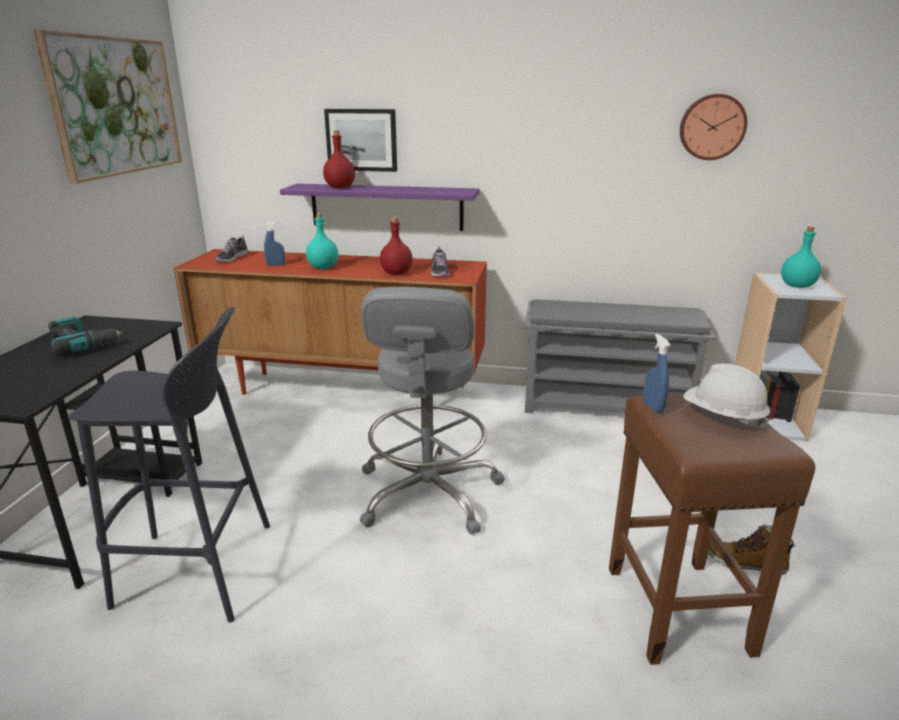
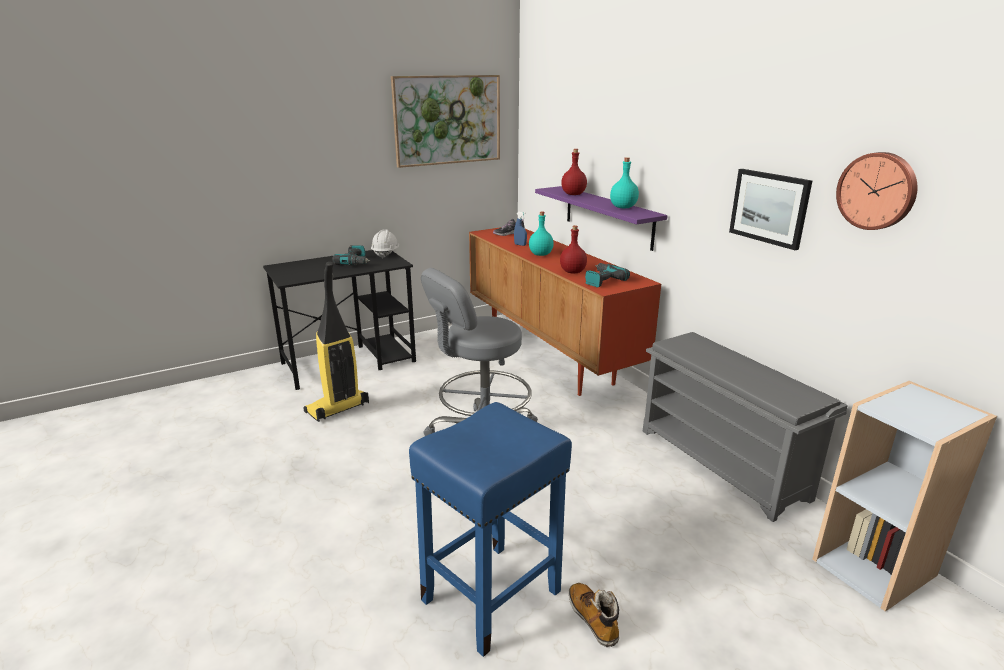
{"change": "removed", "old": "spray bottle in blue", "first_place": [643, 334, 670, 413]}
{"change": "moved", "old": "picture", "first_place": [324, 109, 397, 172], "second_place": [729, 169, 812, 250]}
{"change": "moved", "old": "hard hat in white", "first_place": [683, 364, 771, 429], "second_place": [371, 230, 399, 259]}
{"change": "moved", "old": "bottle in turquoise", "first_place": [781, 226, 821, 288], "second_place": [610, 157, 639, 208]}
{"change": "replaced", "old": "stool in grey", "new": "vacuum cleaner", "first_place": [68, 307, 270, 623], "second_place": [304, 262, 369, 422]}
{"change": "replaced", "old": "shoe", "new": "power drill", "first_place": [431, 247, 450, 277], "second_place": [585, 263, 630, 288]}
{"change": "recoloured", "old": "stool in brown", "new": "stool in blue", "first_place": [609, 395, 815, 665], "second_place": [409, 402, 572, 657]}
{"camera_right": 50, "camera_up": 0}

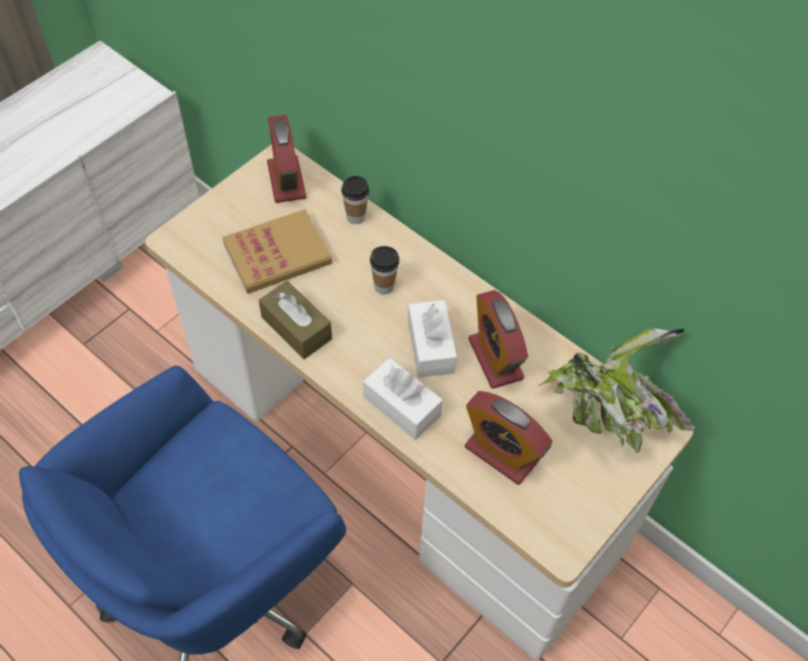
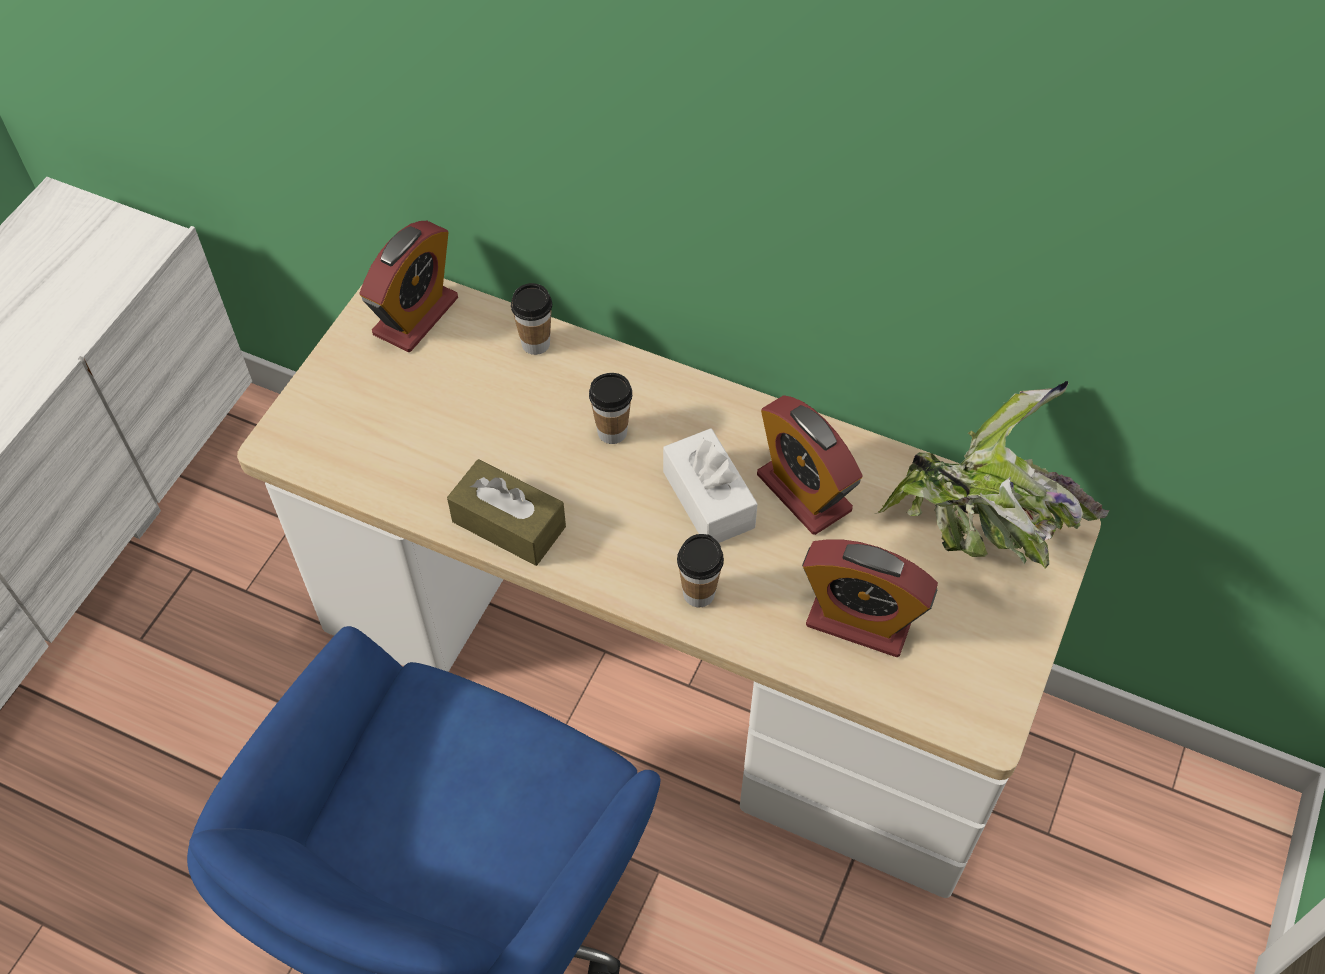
{"change": "removed", "old": "book", "first_place": [223, 209, 332, 294]}
{"change": "replaced", "old": "tissue box in white", "new": "cup", "first_place": [363, 358, 443, 440], "second_place": [677, 534, 724, 607]}
{"change": "turned", "old": "alarm clock", "first_place": [267, 115, 306, 203], "second_place": [359, 221, 458, 352], "degrees": -120}
{"camera_right": -15, "camera_up": 0}

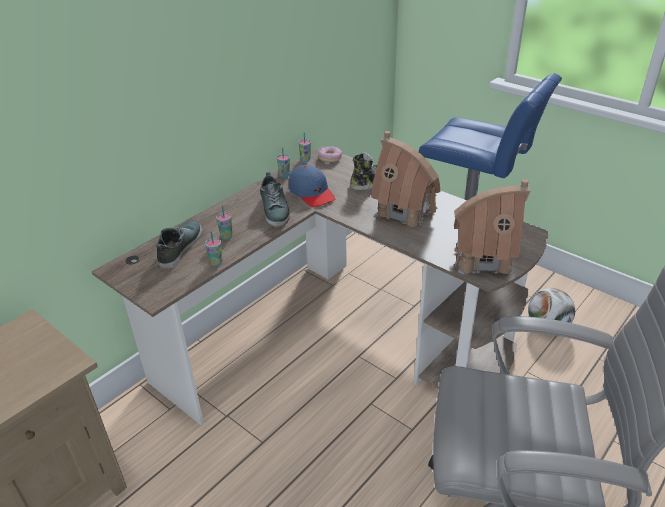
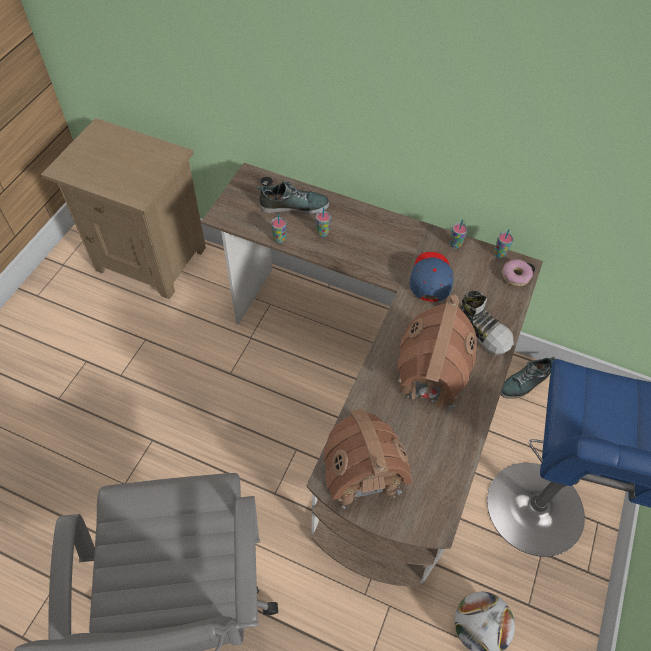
{"change": "moved", "old": "shoe", "first_place": [260, 172, 290, 227], "second_place": [500, 356, 555, 399]}
{"change": "turned", "old": "cap in blue", "first_place": [289, 165, 335, 207], "second_place": [410, 252, 453, 302], "degrees": 150}
{"camera_right": 70, "camera_up": 20}

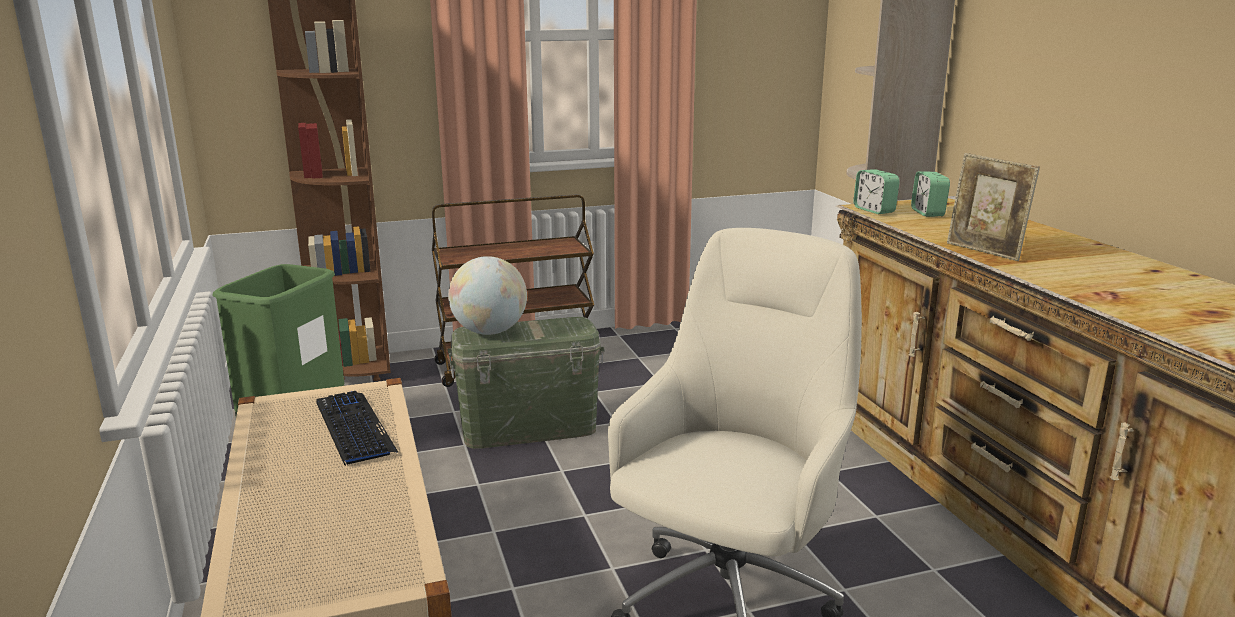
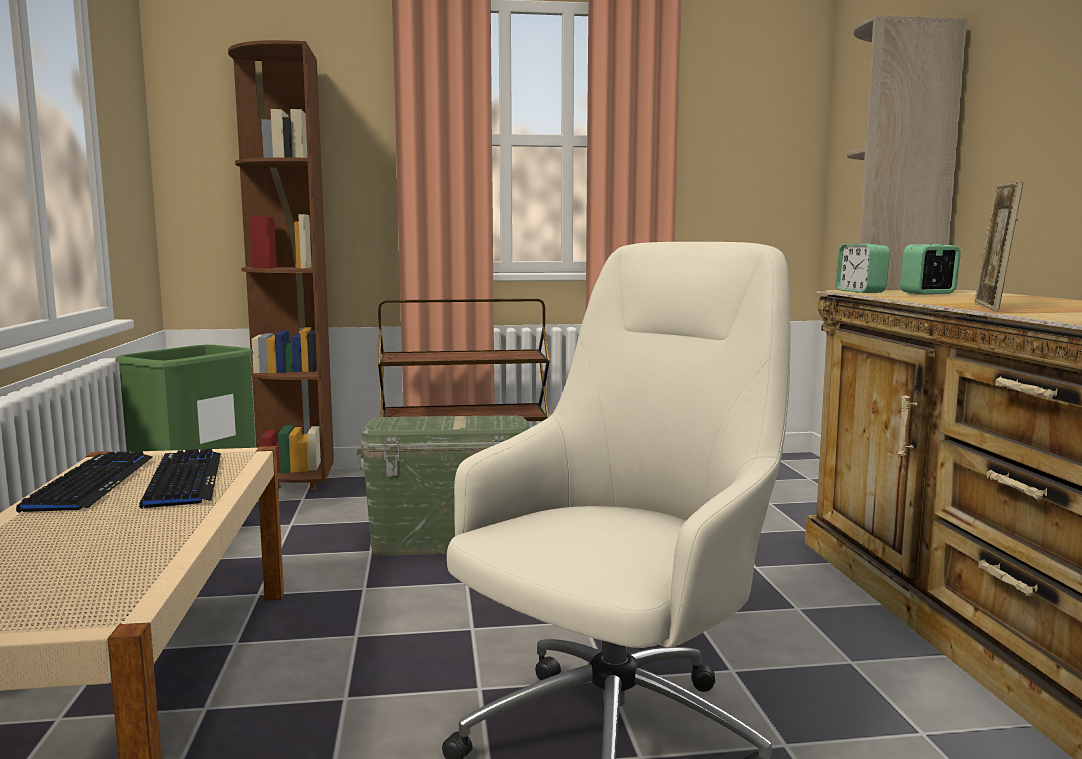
{"change": "removed", "old": "globe", "first_place": [448, 256, 527, 335]}
{"change": "added", "new": "keyboard", "second_place": [16, 451, 153, 513]}
{"change": "turned", "old": "alarm clock", "first_place": [911, 171, 950, 217], "second_place": [900, 244, 961, 294], "degrees": 60}
{"change": "turned", "old": "picture frame", "first_place": [947, 153, 1040, 261], "second_place": [974, 182, 1023, 311], "degrees": 45}
{"camera_right": 10, "camera_up": -10}

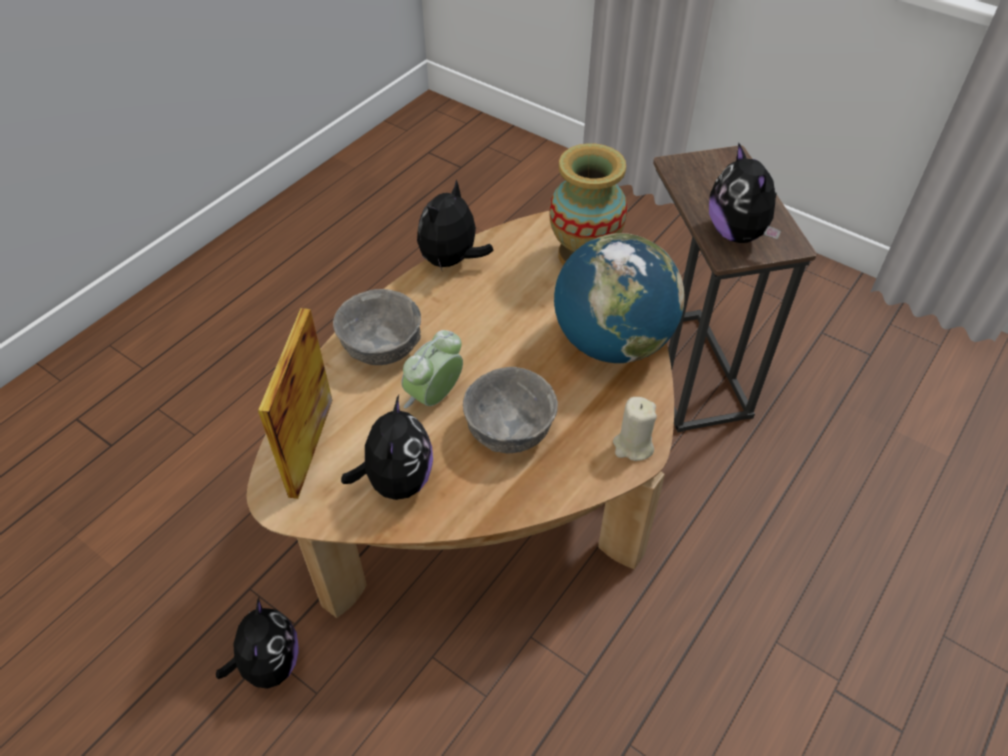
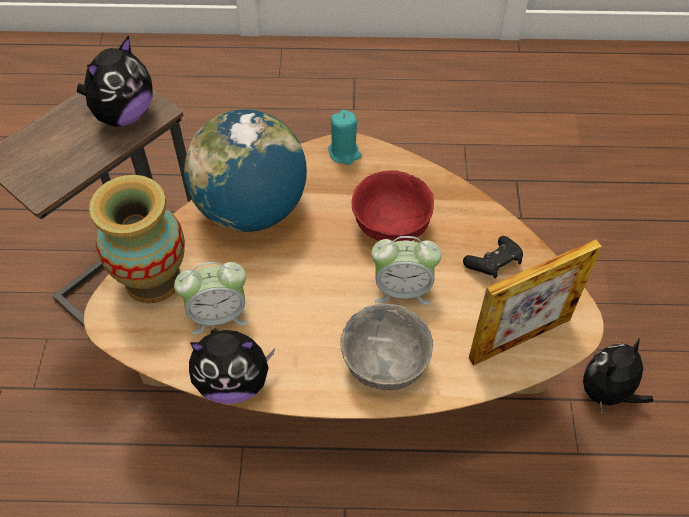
{"change": "added", "new": "alarm clock", "second_place": [174, 262, 249, 334]}
{"change": "replaced", "old": "plush toy", "new": "game controller in black", "first_place": [341, 395, 433, 500], "second_place": [463, 236, 523, 278]}
{"change": "recoloured", "old": "bowl in grey", "new": "bowl in red", "first_place": [463, 367, 558, 453], "second_place": [351, 170, 434, 242]}
{"change": "recoloured", "old": "candle in beige", "new": "candle in turquoise", "first_place": [613, 397, 657, 461], "second_place": [328, 110, 362, 165]}
{"camera_right": -125, "camera_up": 5}

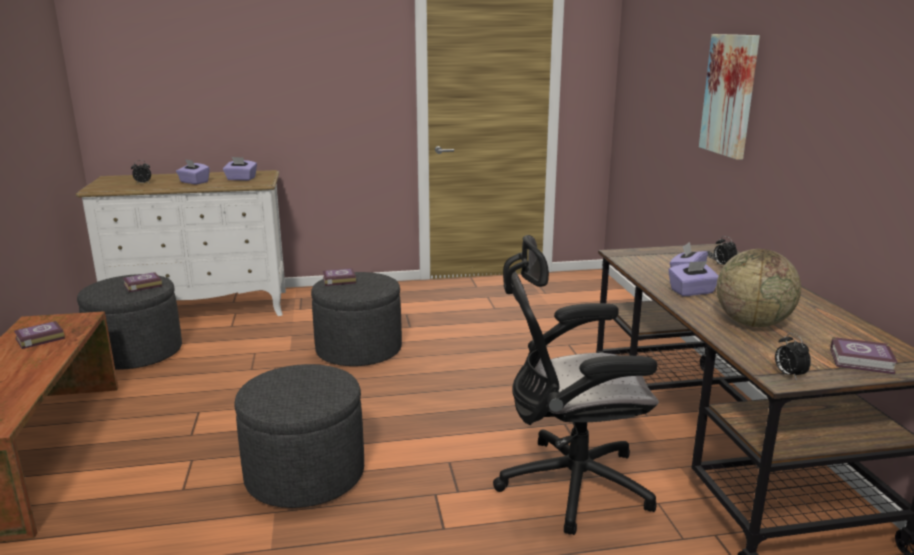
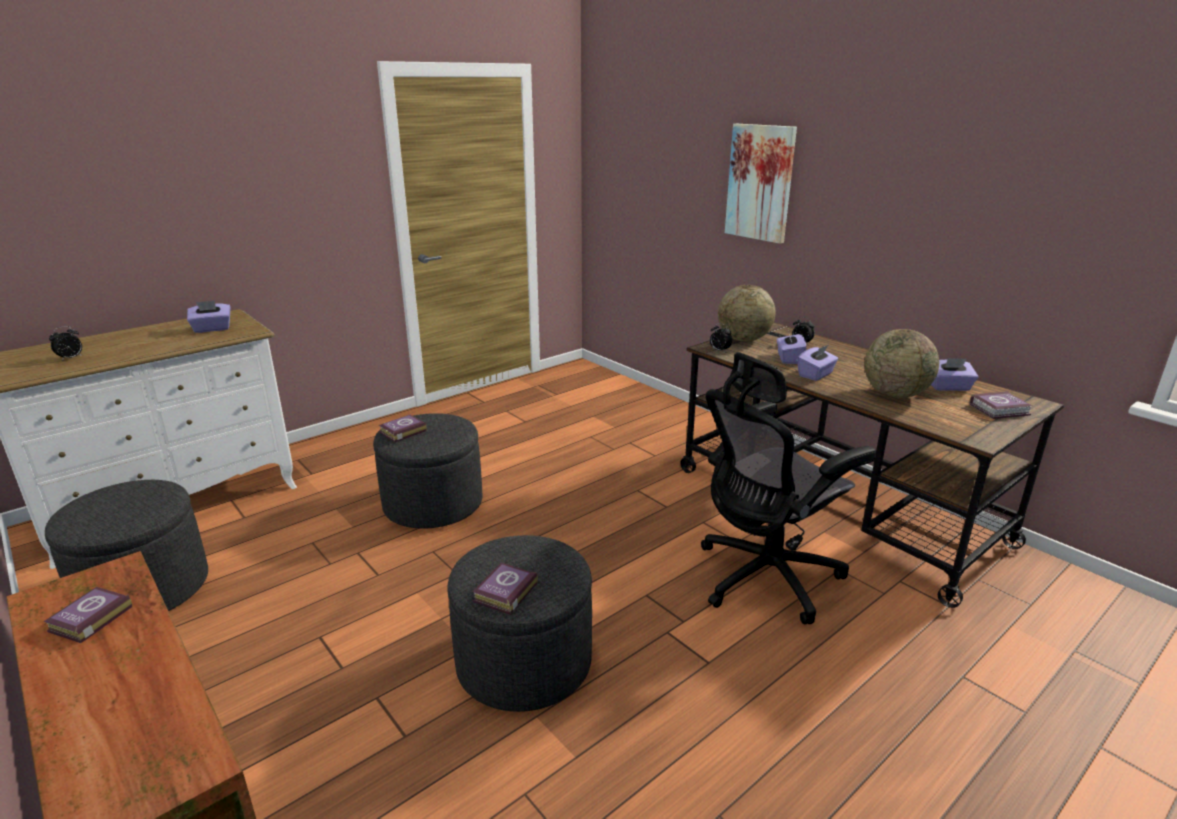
{"change": "added", "new": "globe", "second_place": [718, 285, 776, 342]}
{"change": "moved", "old": "book", "first_place": [123, 272, 162, 292], "second_place": [473, 563, 538, 615]}
{"change": "moved", "old": "tissue box in purple", "first_place": [176, 159, 210, 185], "second_place": [931, 358, 979, 391]}
{"change": "moved", "old": "alarm clock", "first_place": [775, 332, 811, 380], "second_place": [710, 323, 732, 353]}
{"camera_right": -30, "camera_up": 5}

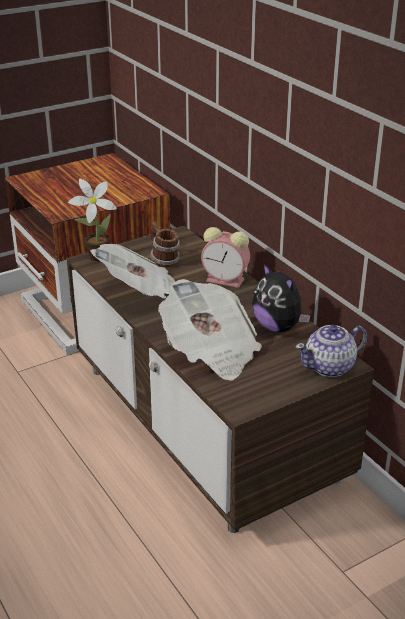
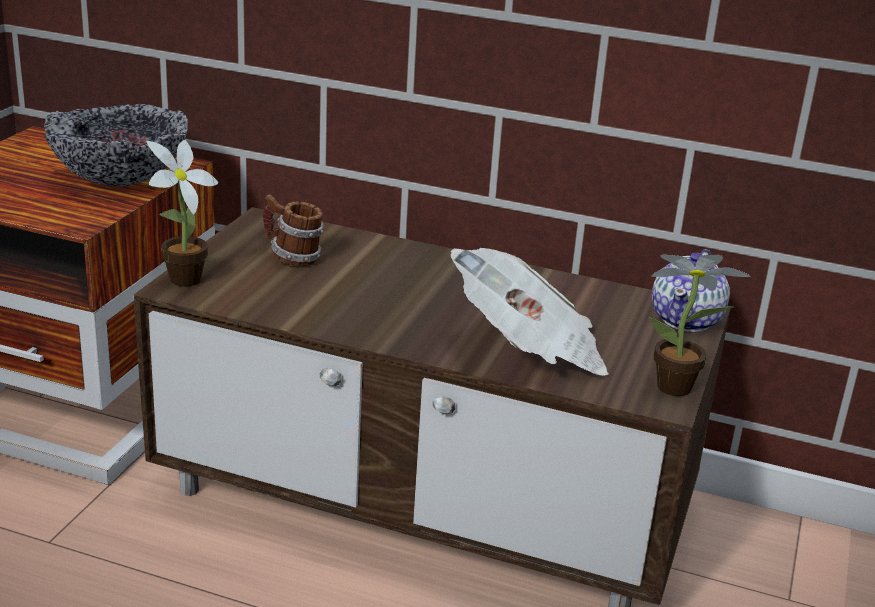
{"change": "removed", "old": "newspaper", "first_place": [90, 244, 175, 299]}
{"change": "removed", "old": "alarm clock", "first_place": [201, 227, 250, 288]}
{"change": "removed", "old": "plush toy", "first_place": [252, 263, 310, 332]}
{"change": "added", "new": "bowl", "second_place": [44, 104, 188, 187]}
{"change": "added", "new": "potted plant", "second_place": [649, 255, 751, 396]}
{"camera_right": -40, "camera_up": -5}

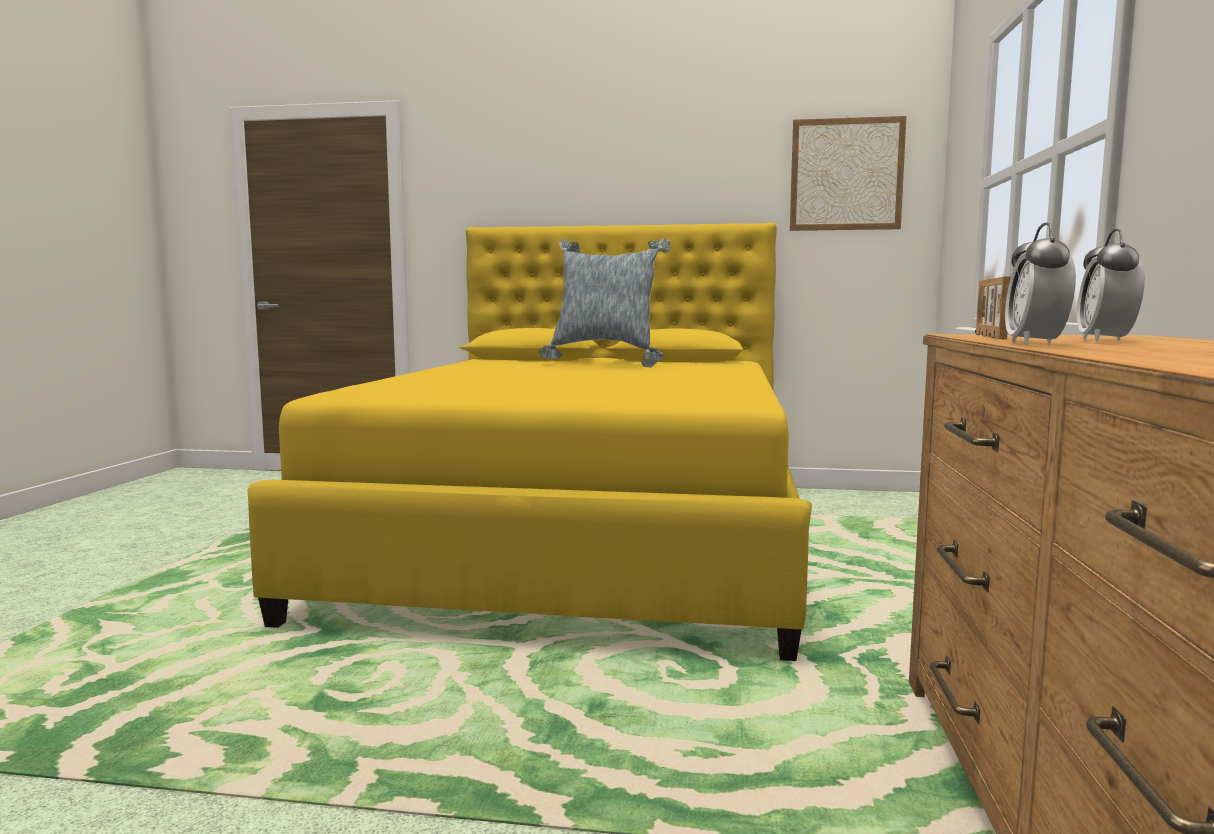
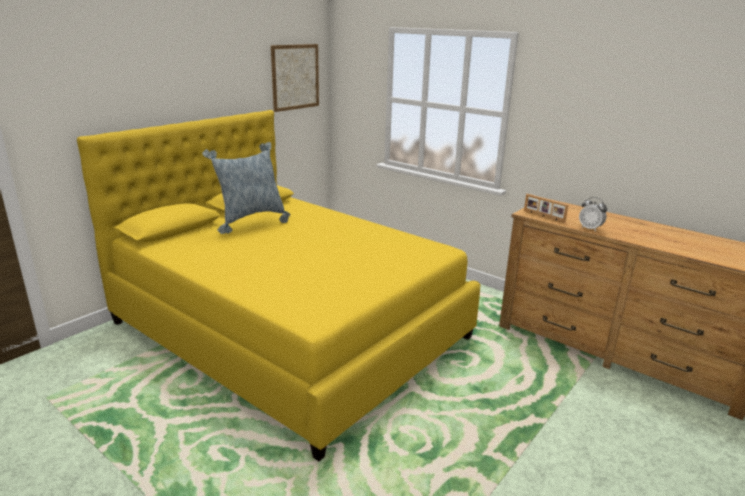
{"change": "removed", "old": "alarm clock", "first_place": [1077, 229, 1145, 341]}
{"camera_right": -60, "camera_up": 15}

